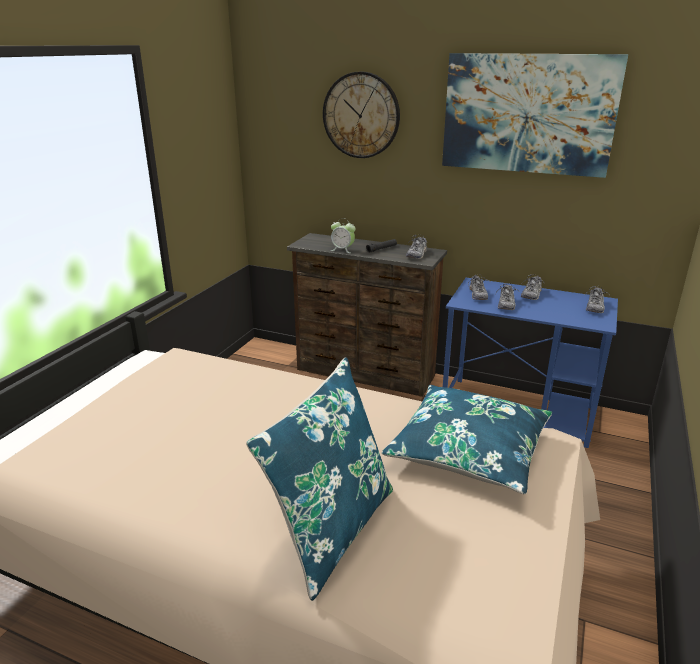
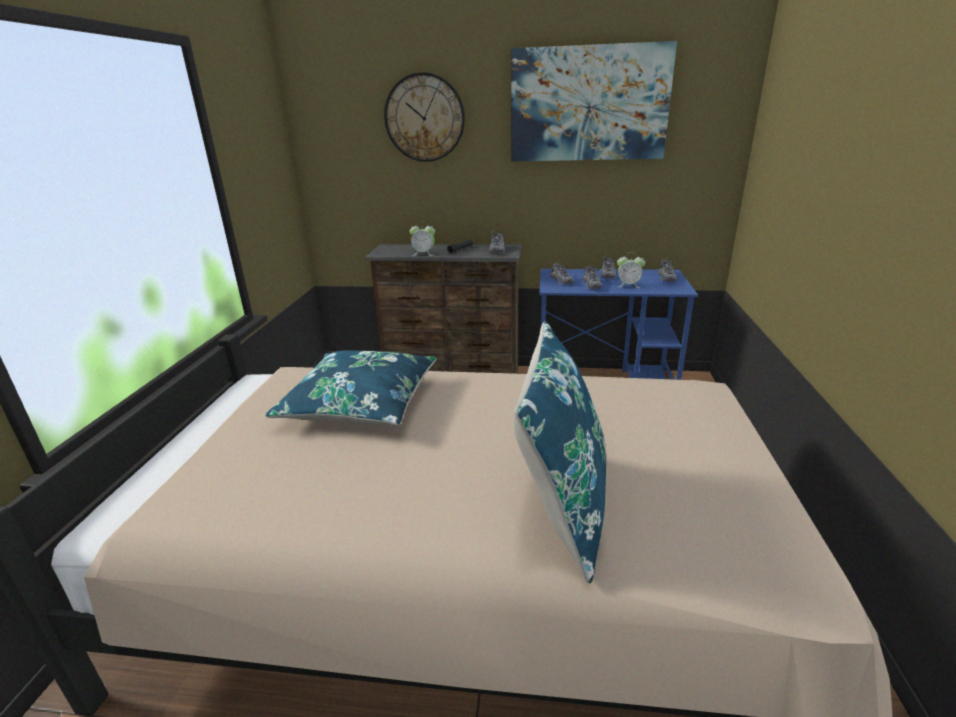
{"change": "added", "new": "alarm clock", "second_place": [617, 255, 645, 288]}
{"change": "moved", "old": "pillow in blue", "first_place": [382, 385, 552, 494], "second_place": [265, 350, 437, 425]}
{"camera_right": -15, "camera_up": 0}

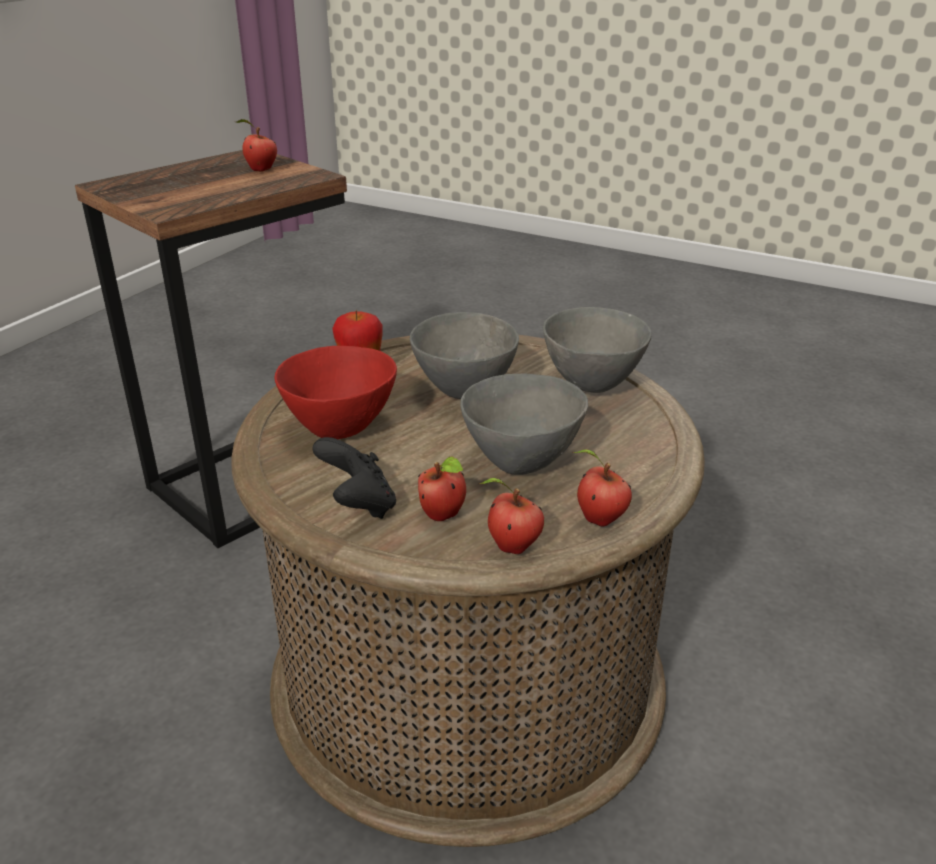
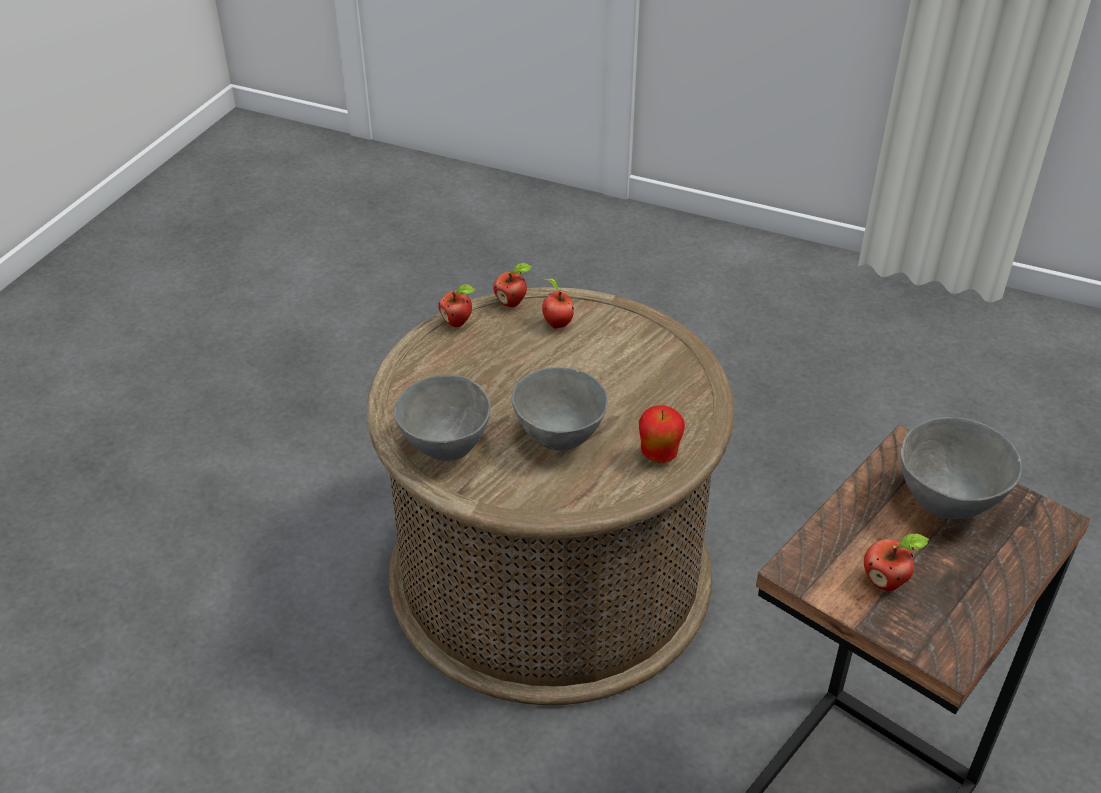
{"change": "removed", "old": "bowl in red", "first_place": [274, 346, 397, 439]}
{"change": "removed", "old": "game controller in black", "first_place": [312, 437, 396, 519]}
{"change": "moved", "old": "bowl in grey", "first_place": [460, 374, 588, 475], "second_place": [900, 417, 1022, 519]}
{"camera_right": 175, "camera_up": 10}

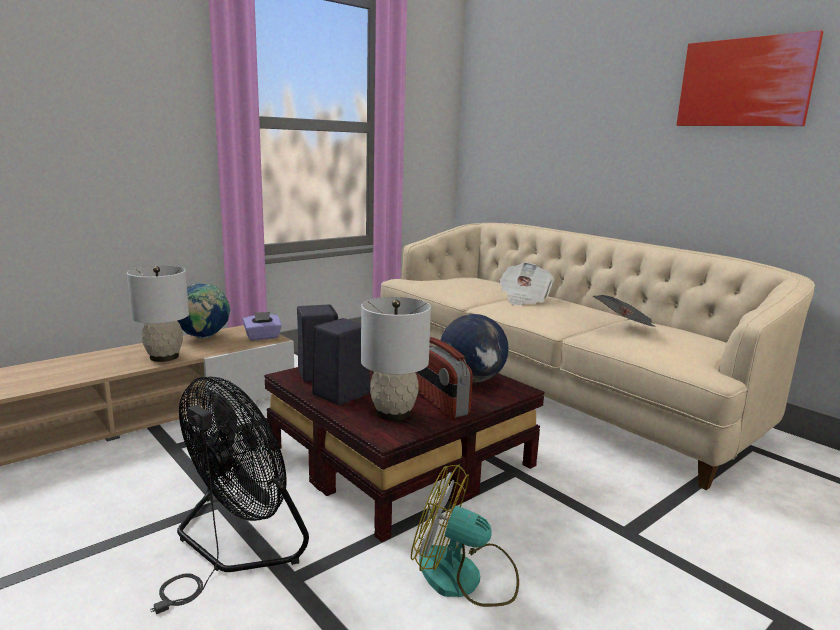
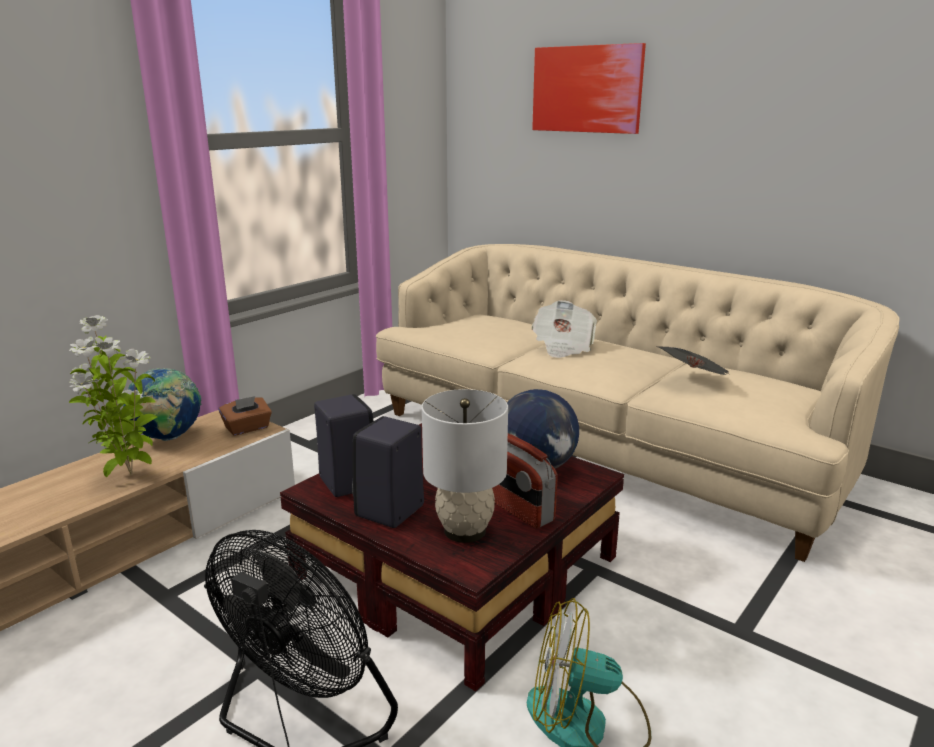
{"change": "moved", "old": "picture", "first_place": [676, 30, 824, 126], "second_place": [532, 43, 646, 134]}
{"change": "replaced", "old": "table lamp in white", "new": "potted plant", "first_place": [127, 266, 189, 362], "second_place": [69, 315, 157, 477]}
{"change": "recoloured", "old": "tissue box in purple", "new": "tissue box in brown", "first_place": [243, 312, 282, 341], "second_place": [219, 396, 272, 436]}
{"camera_right": -10, "camera_up": 5}

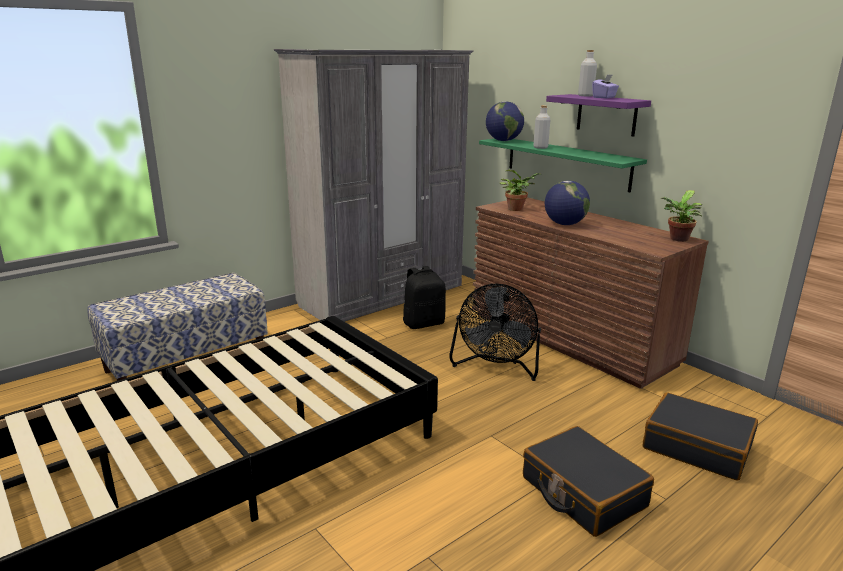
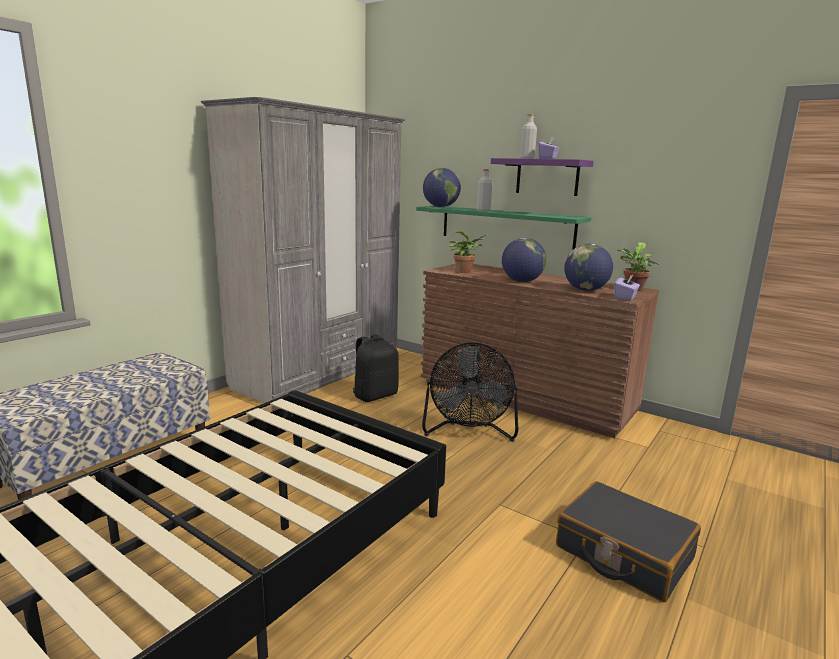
{"change": "removed", "old": "suitcase in black", "first_place": [642, 392, 758, 481]}
{"change": "added", "new": "globe", "second_place": [564, 244, 613, 291]}
{"change": "added", "new": "tissue box in purple", "second_place": [614, 274, 640, 301]}
{"camera_right": -15, "camera_up": -5}

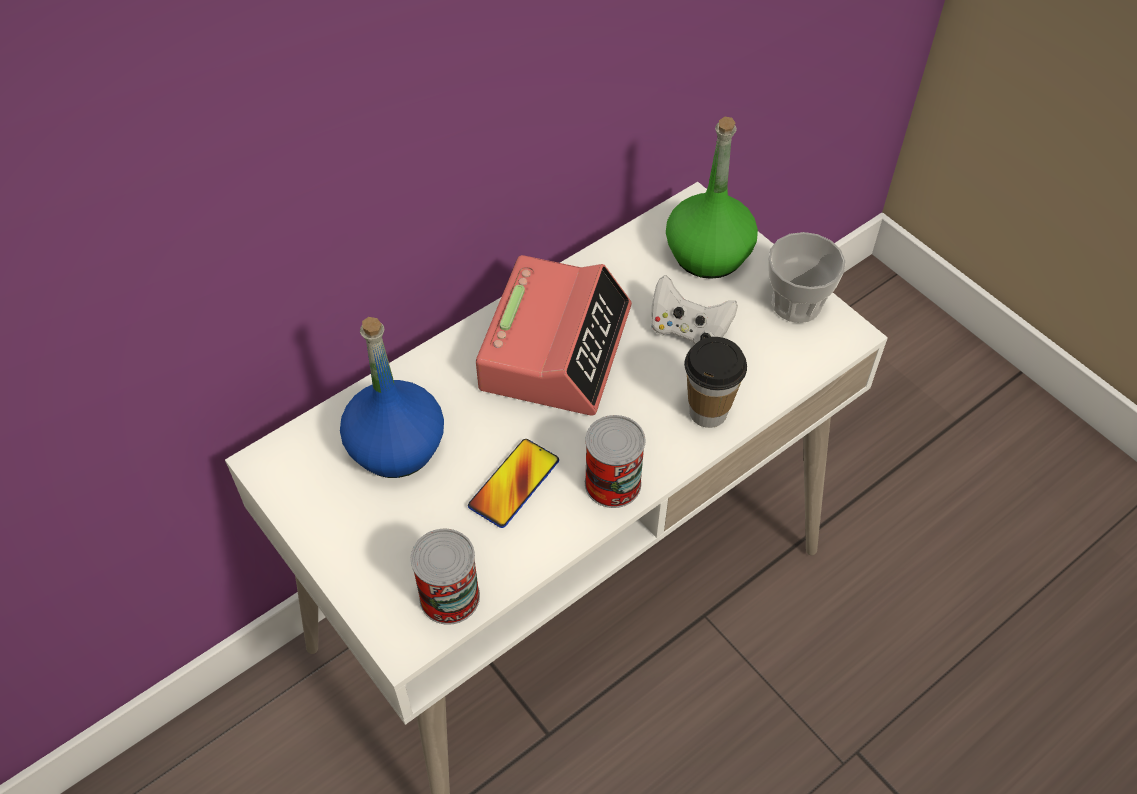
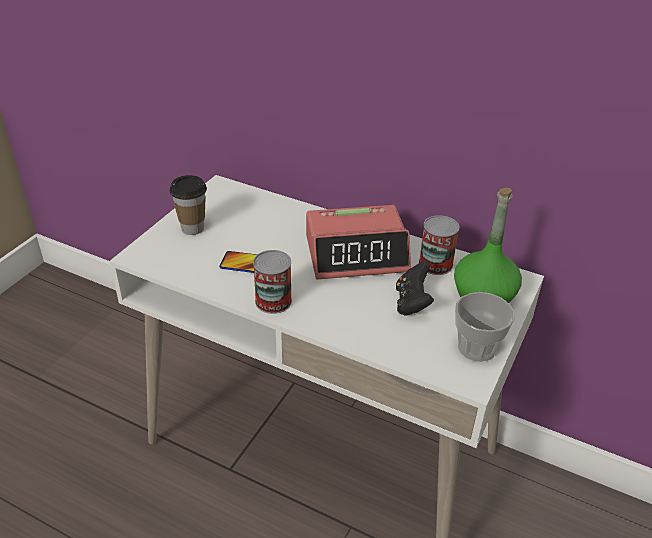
{"change": "removed", "old": "bottle in blue", "first_place": [340, 317, 444, 478]}
{"change": "moved", "old": "can", "first_place": [411, 529, 480, 625], "second_place": [419, 215, 460, 275]}
{"change": "moved", "old": "cup", "first_place": [684, 337, 747, 428], "second_place": [170, 175, 207, 235]}
{"change": "recoloured", "old": "game controller in white", "new": "game controller in black", "first_place": [651, 275, 738, 344], "second_place": [396, 262, 434, 316]}
{"camera_right": 65, "camera_up": -15}

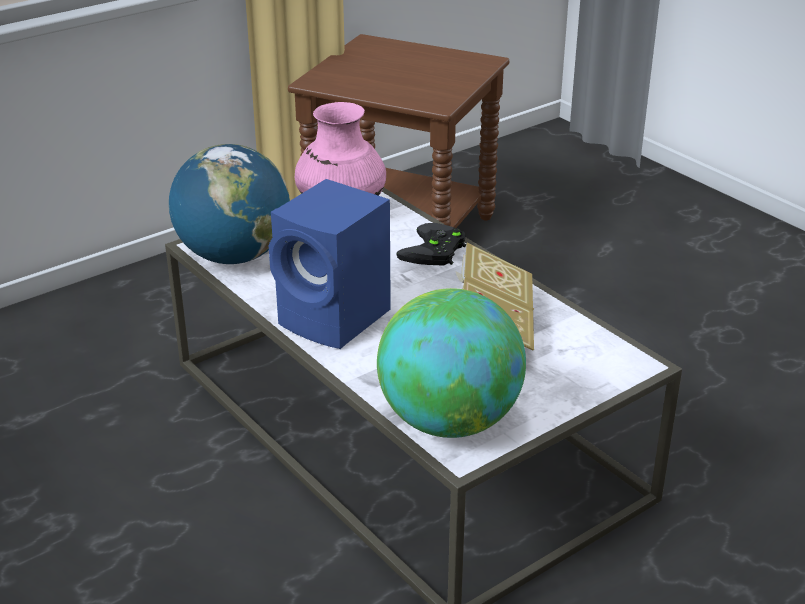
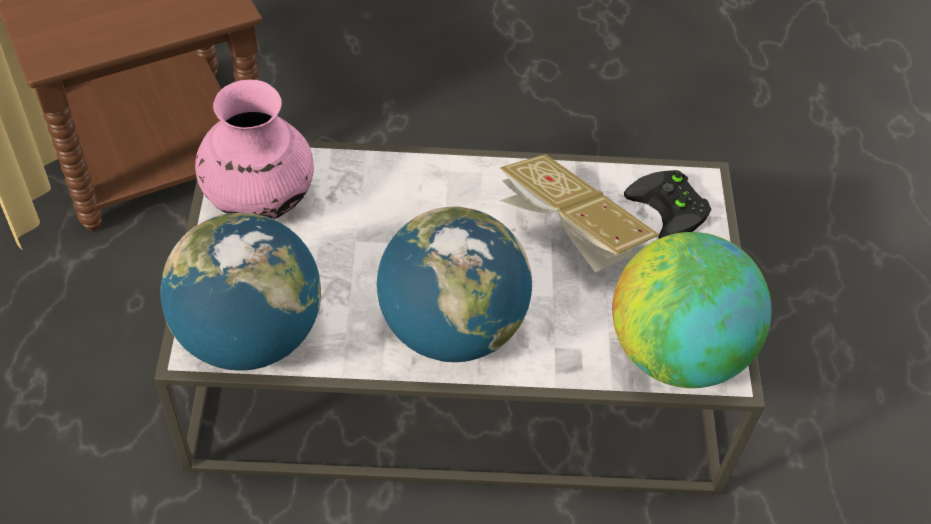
{"change": "moved", "old": "game controller in black", "first_place": [397, 223, 466, 266], "second_place": [624, 170, 712, 238]}
{"change": "replaced", "old": "speaker in blue", "new": "globe", "first_place": [269, 179, 391, 349], "second_place": [377, 207, 532, 362]}
{"camera_right": -55, "camera_up": 20}

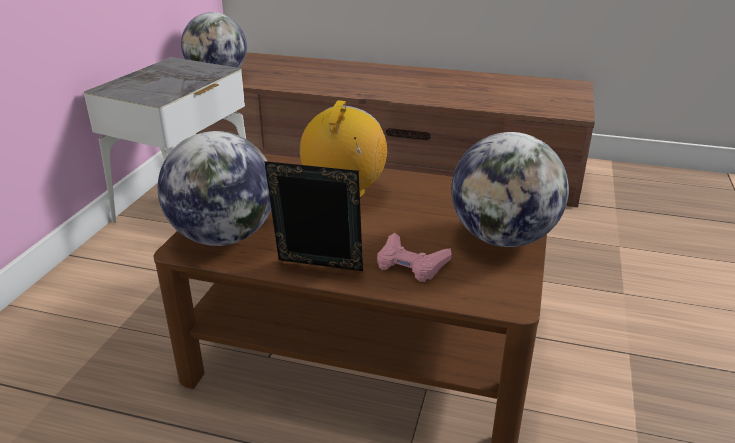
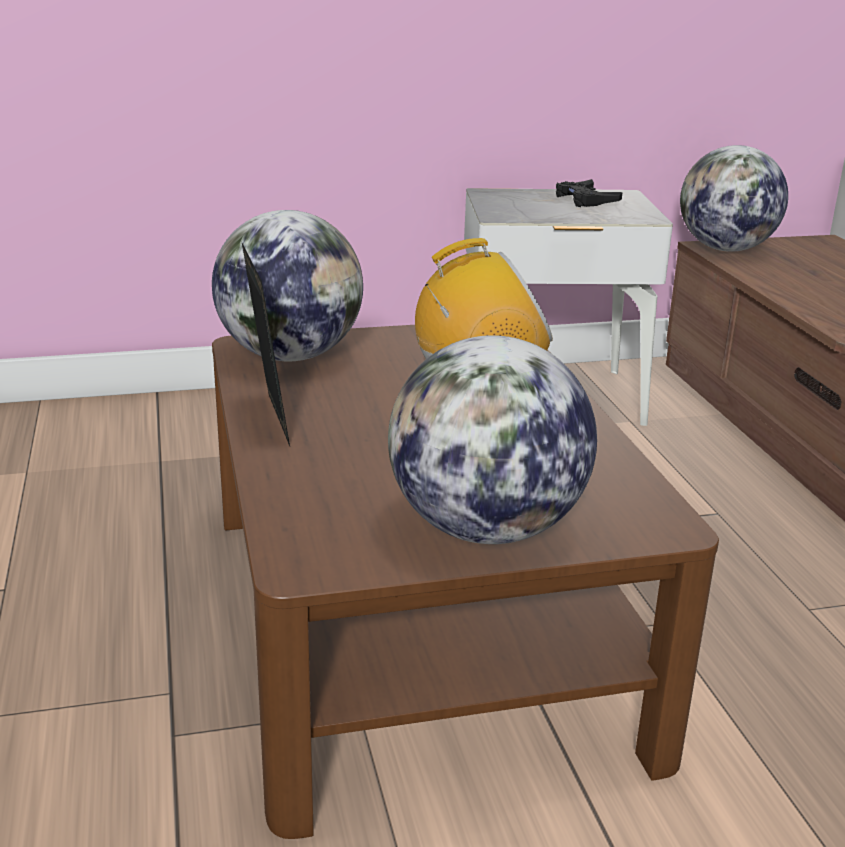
{"change": "removed", "old": "game controller in pink", "first_place": [377, 233, 452, 282]}
{"change": "added", "new": "game controller in black", "second_place": [556, 179, 623, 207]}
{"camera_right": 60, "camera_up": -5}

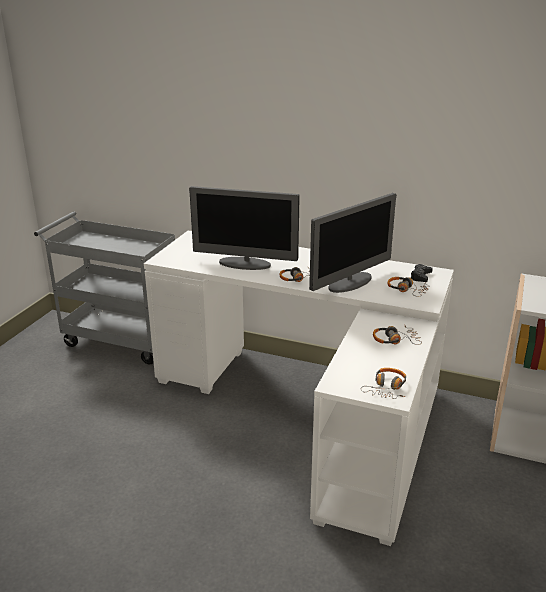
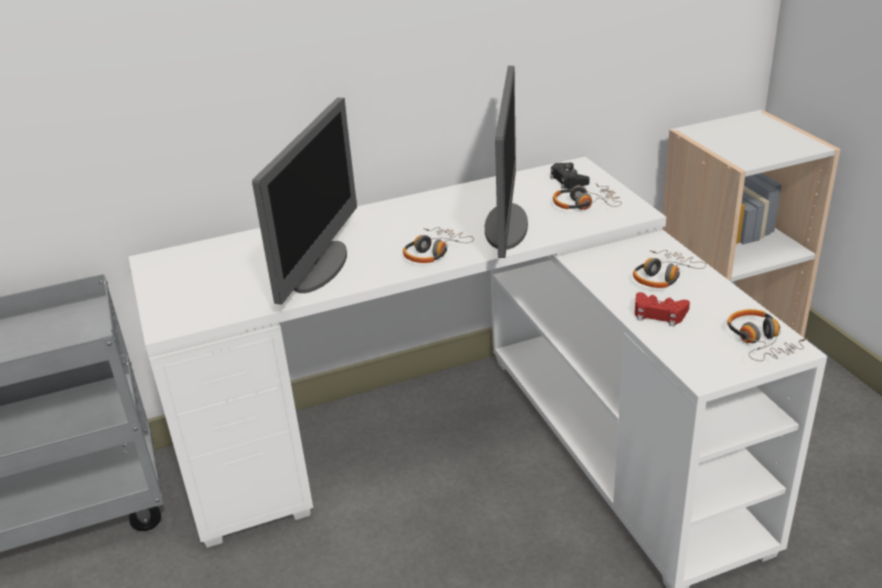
{"change": "added", "new": "game controller in red", "second_place": [635, 292, 690, 327]}
{"change": "turned", "old": "monitor", "first_place": [189, 186, 300, 270], "second_place": [252, 98, 357, 305], "degrees": -45}
{"camera_right": -40, "camera_up": 5}

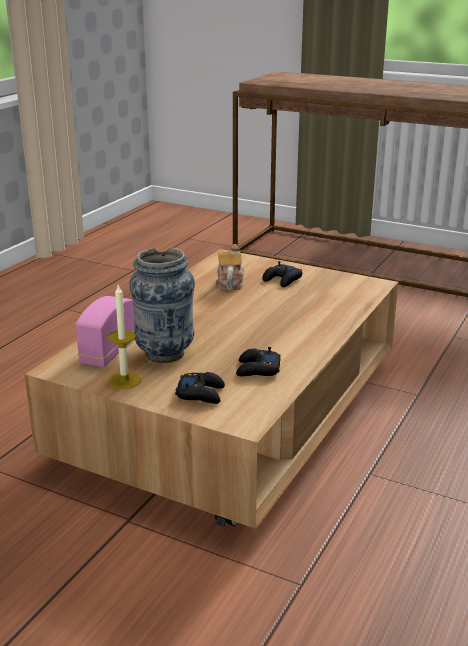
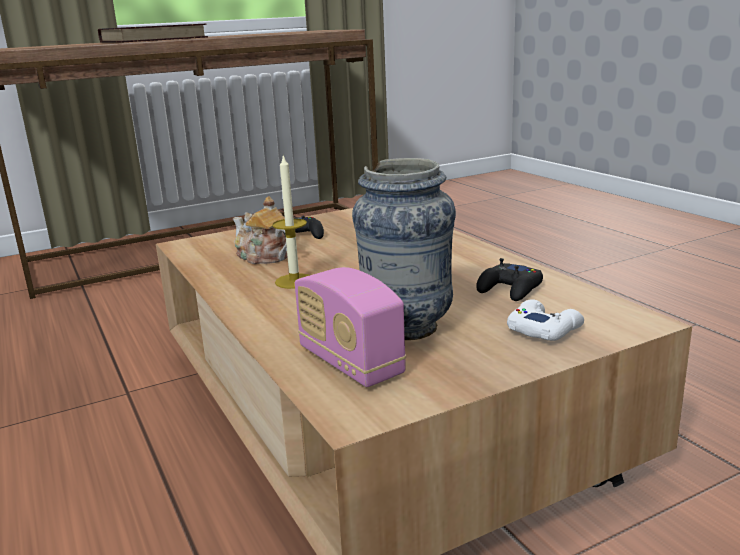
{"change": "added", "new": "book", "second_place": [98, 24, 208, 43]}
{"change": "moved", "old": "candle", "first_place": [108, 285, 141, 389], "second_place": [272, 154, 310, 289]}
{"change": "recoloured", "old": "game controller in black", "new": "game controller in white", "first_place": [175, 372, 225, 404], "second_place": [507, 299, 584, 341]}
{"camera_right": -55, "camera_up": -5}

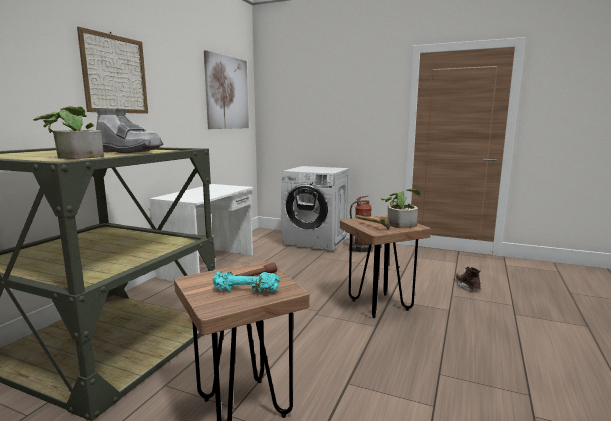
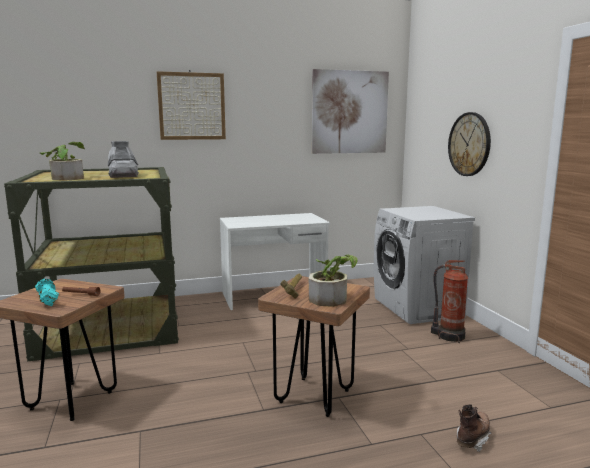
{"change": "added", "new": "wall clock", "second_place": [448, 112, 491, 176]}
{"camera_right": 50, "camera_up": 0}

